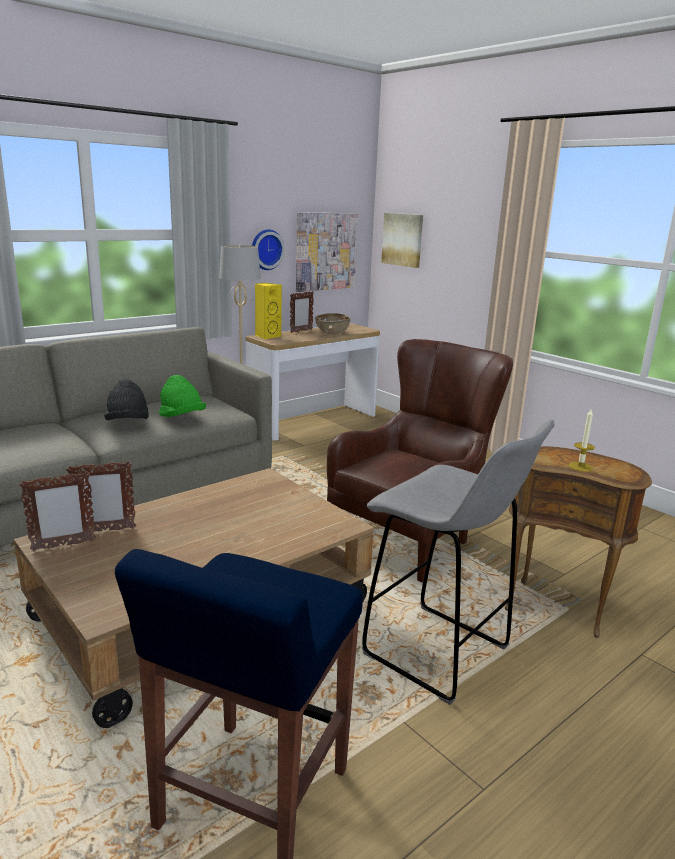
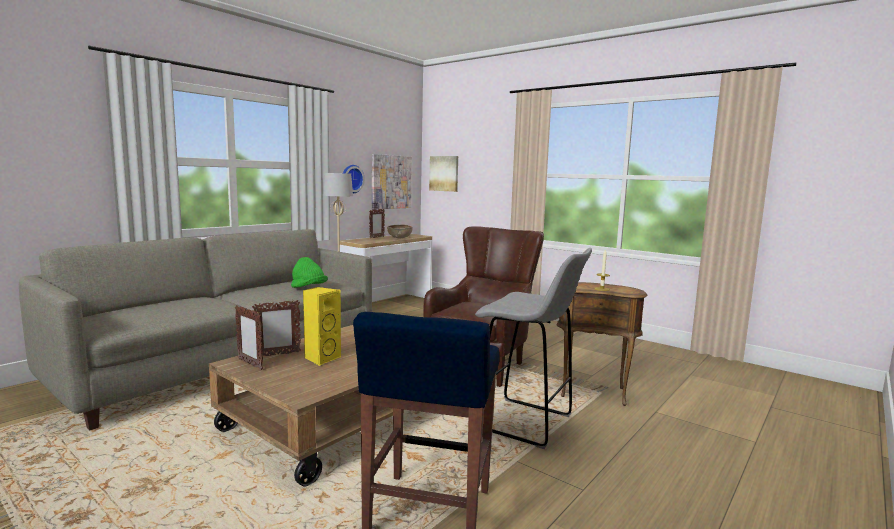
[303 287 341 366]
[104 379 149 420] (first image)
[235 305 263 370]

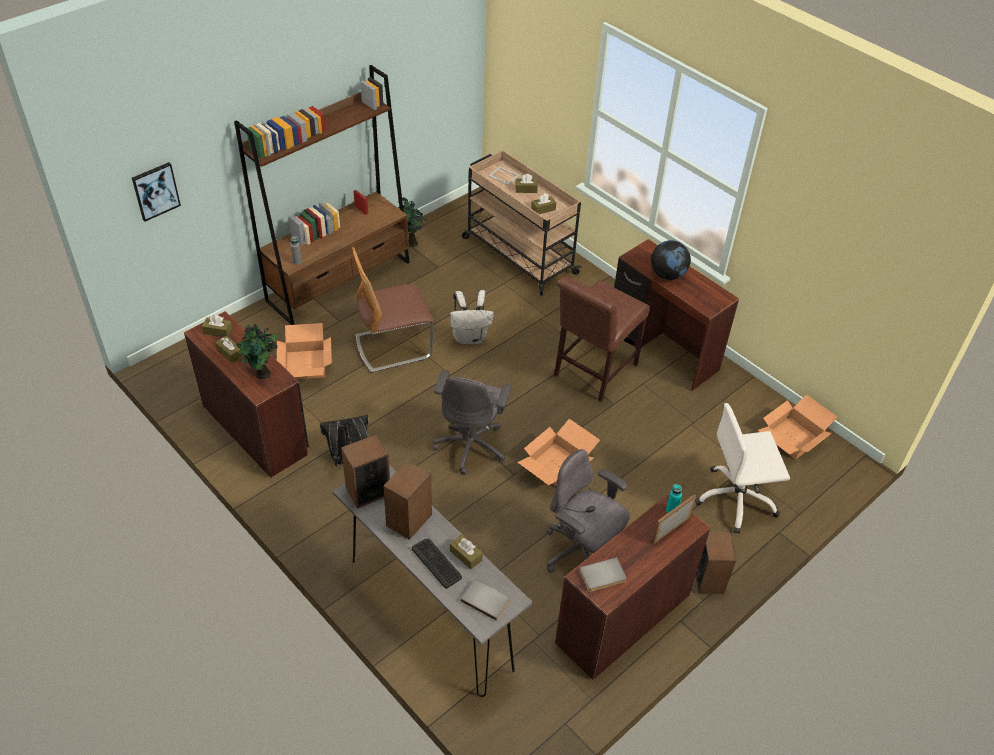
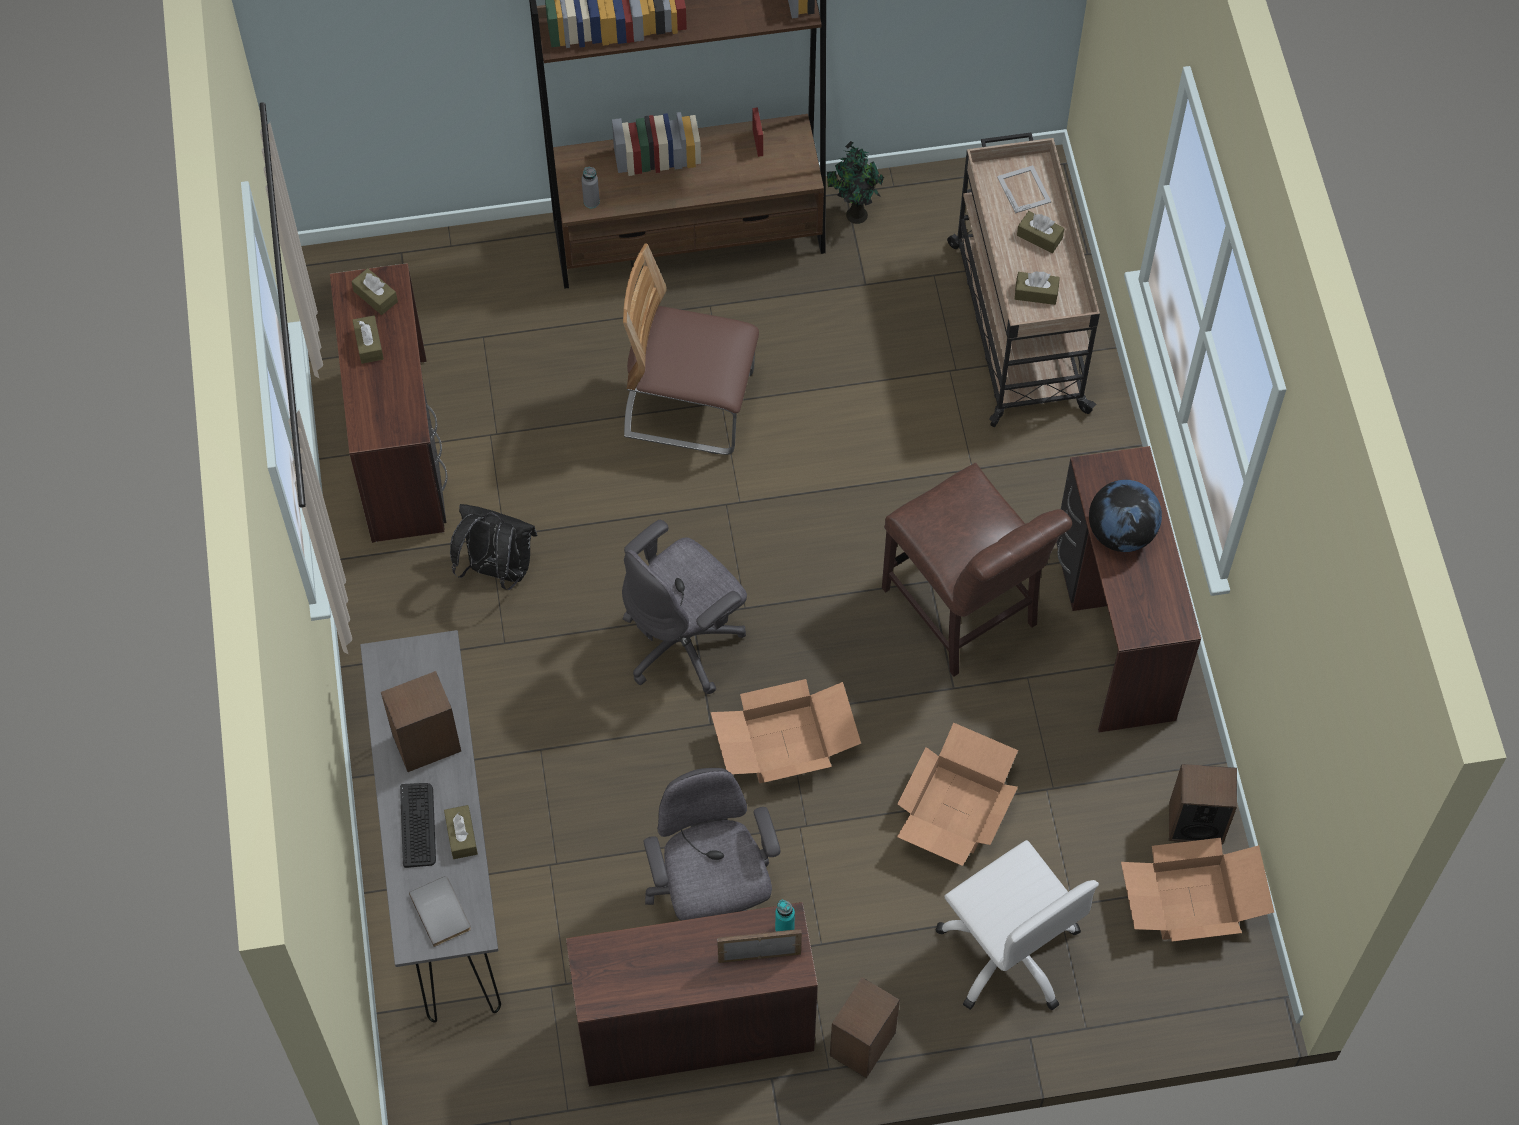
[132 162 181 221] (first image)
[882 463 1072 677]
[450 290 494 344] (first image)
[897 722 1018 866]
[236 324 278 379] (first image)
[936 840 1099 1010]
[1169 764 1237 845]
[579 557 627 592] (first image)

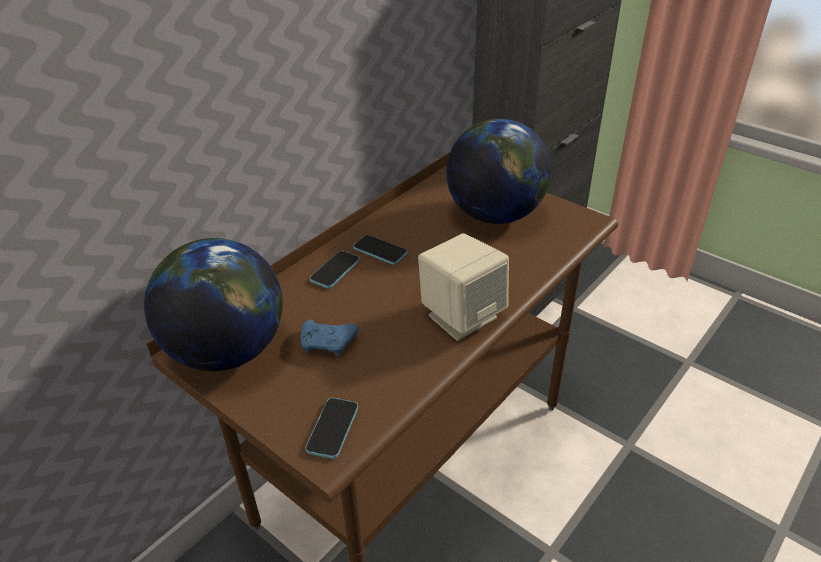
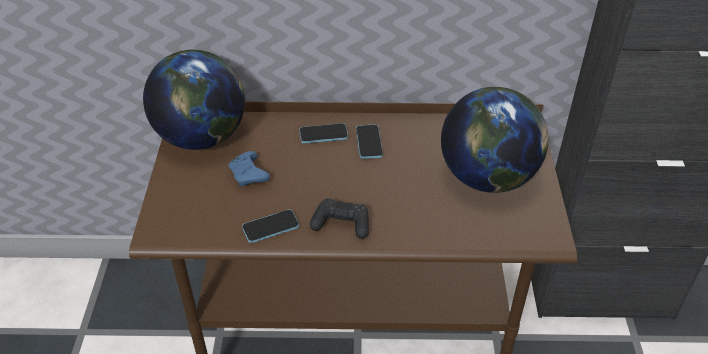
[310 198 369 239]
[242 209 299 243]

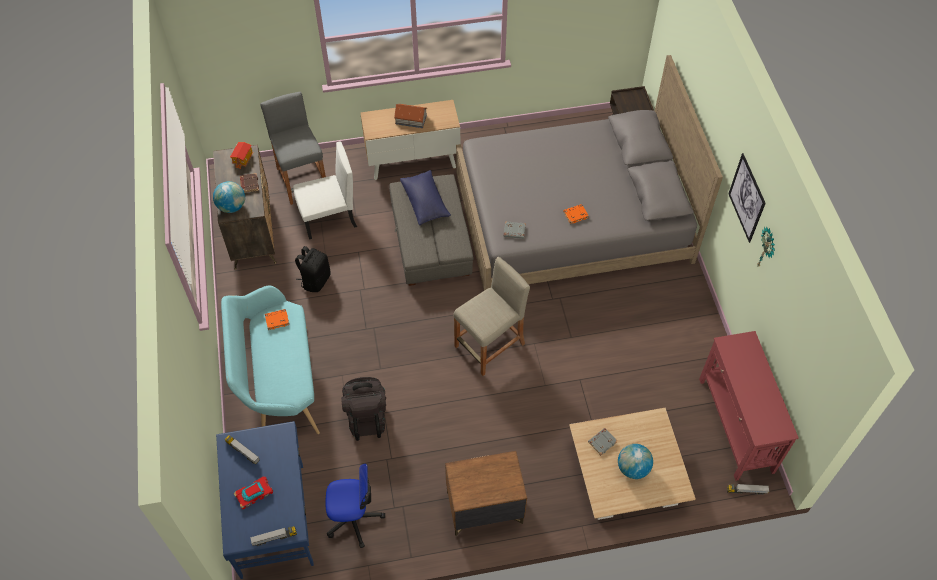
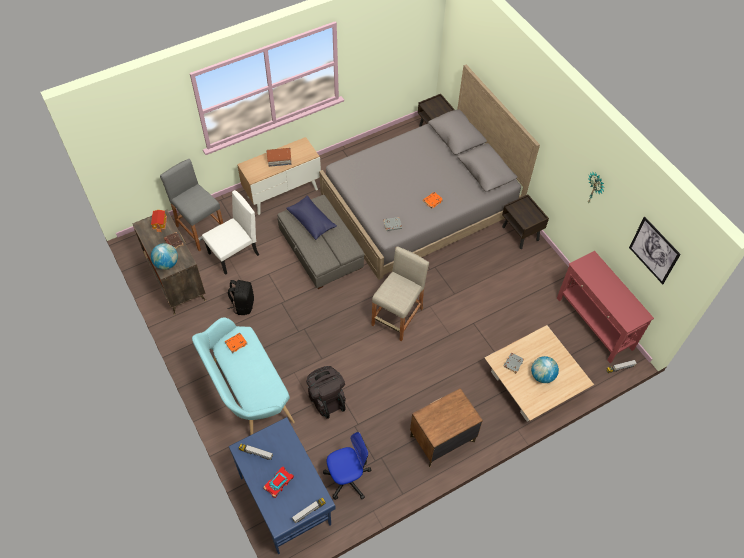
[629 217 681 285]
[502 195 549 249]

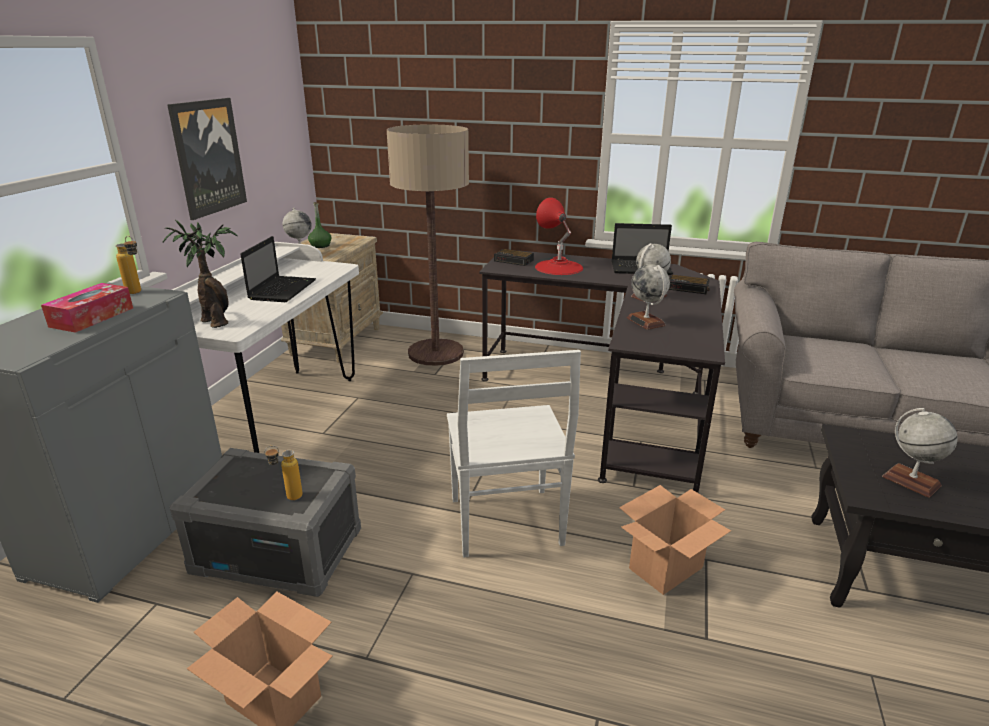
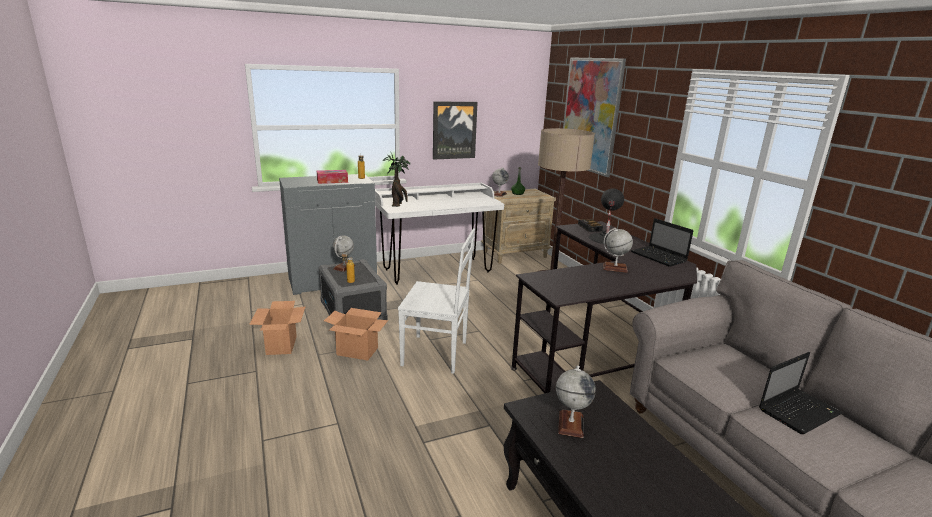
[589 188 624 244]
[759 352 843 434]
[333 236 355 272]
[669 275 710 294] (first image)
[398 228 475 374]
[324 308 388 361]
[563 57 626 177]

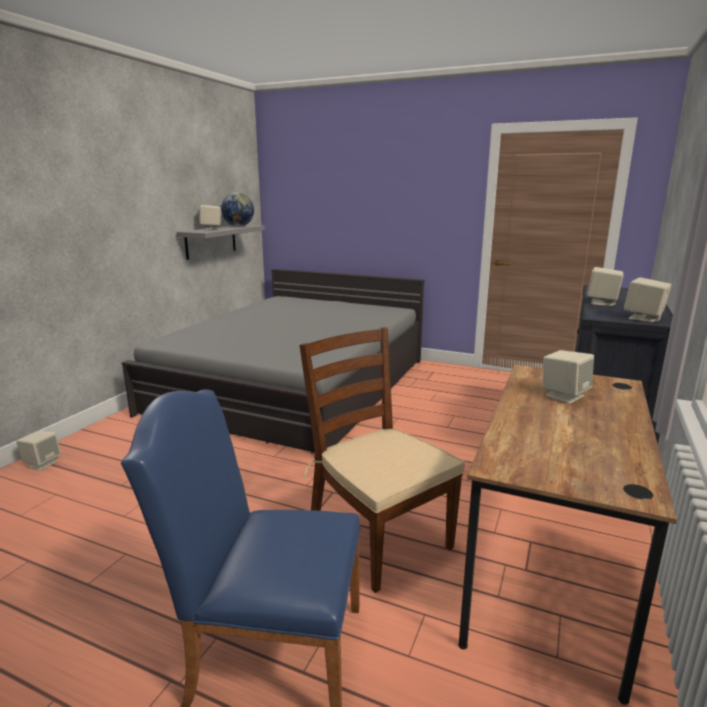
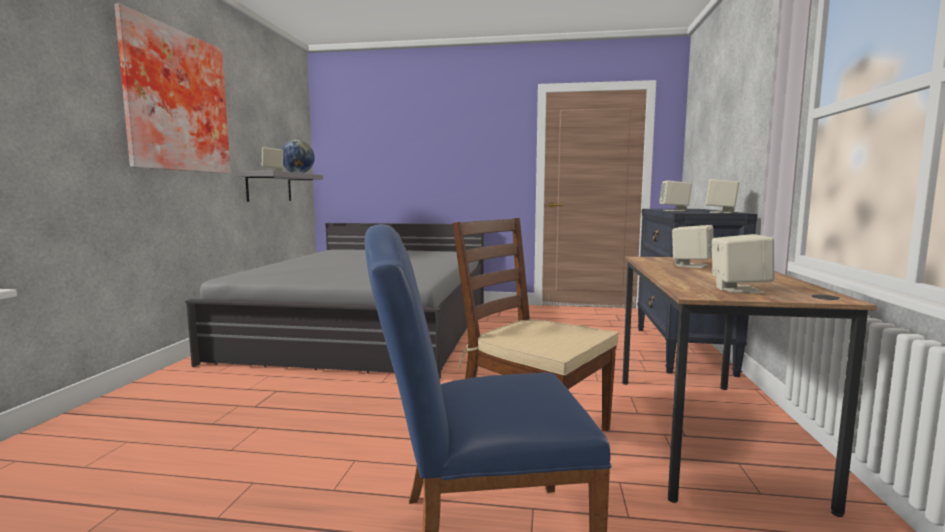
[712 234 774 293]
[115 4 231 173]

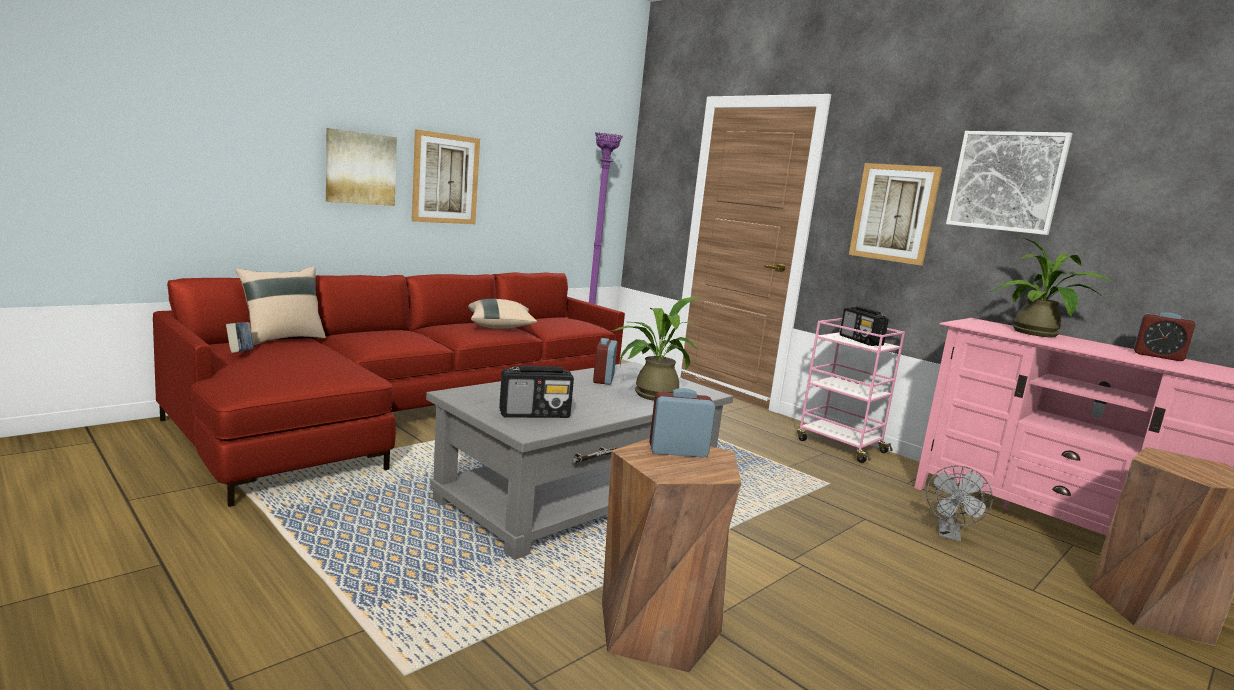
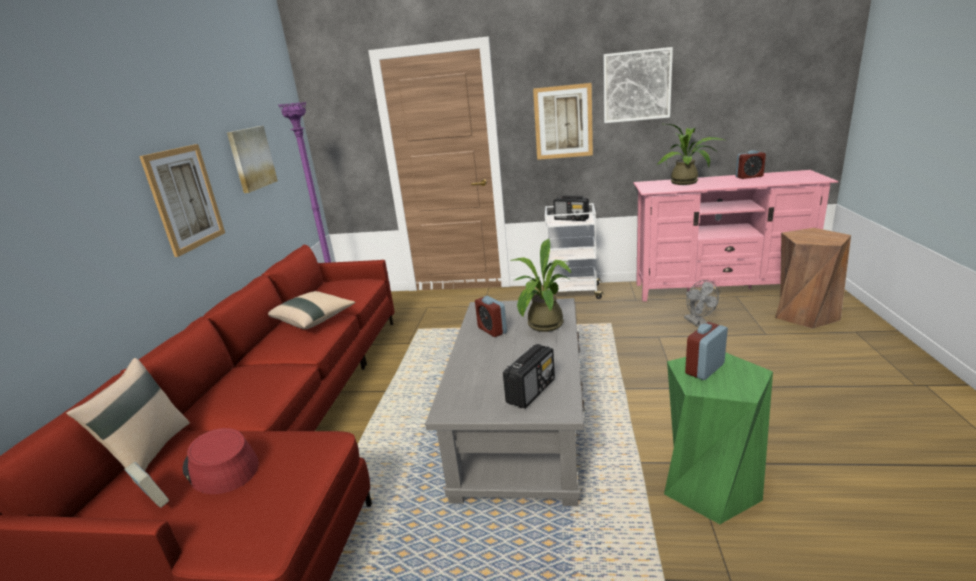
[227 126 278 193]
[545 203 605 299]
[664 352 773 524]
[183 428 259 494]

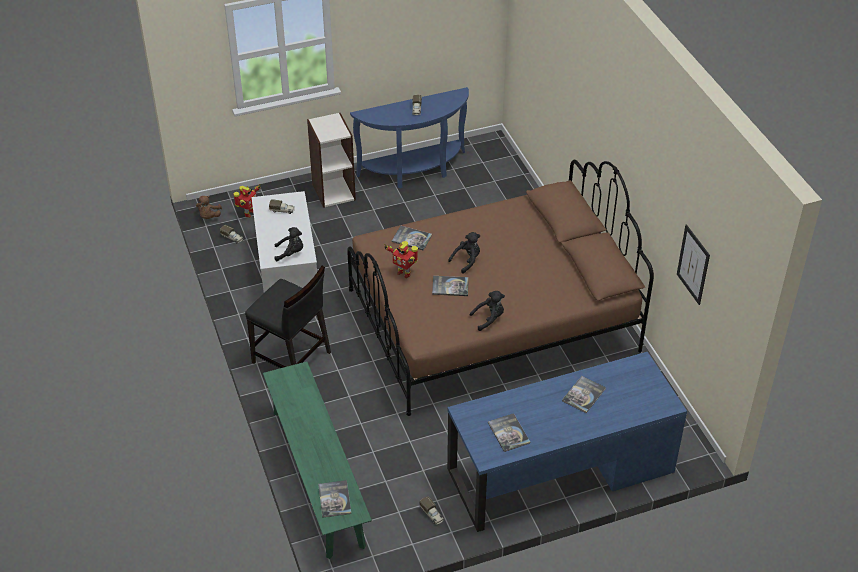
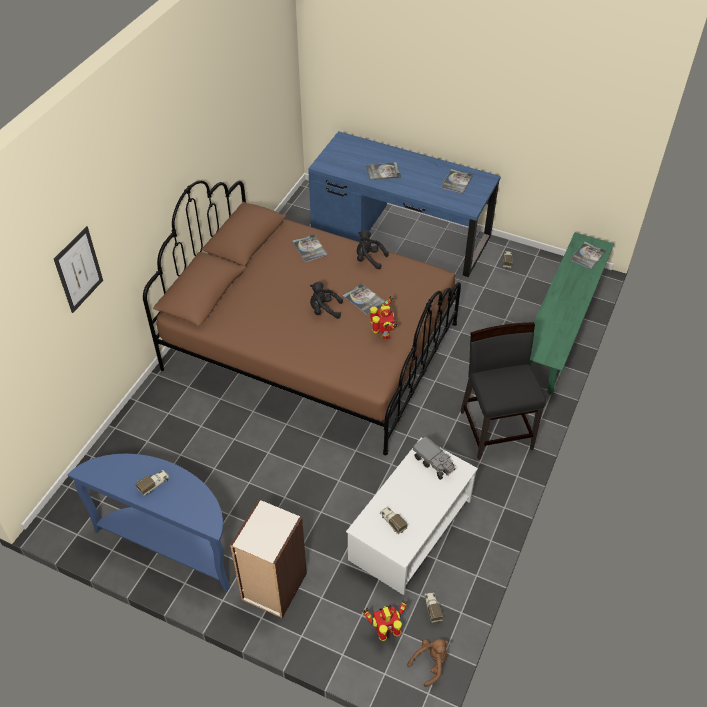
[54 226 103 313]
[292 234 328 262]
[413 436 455 480]

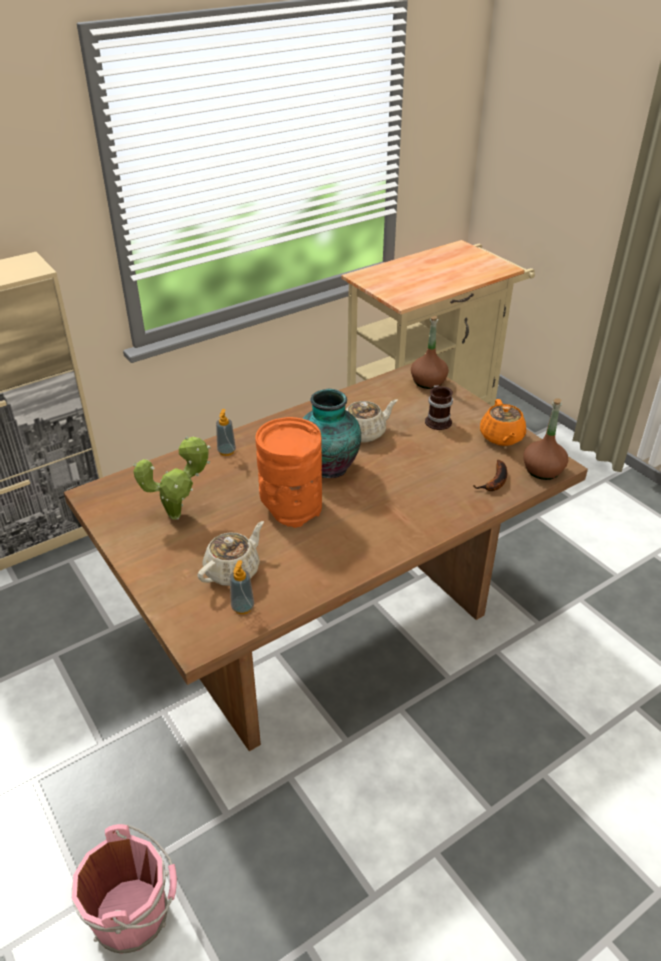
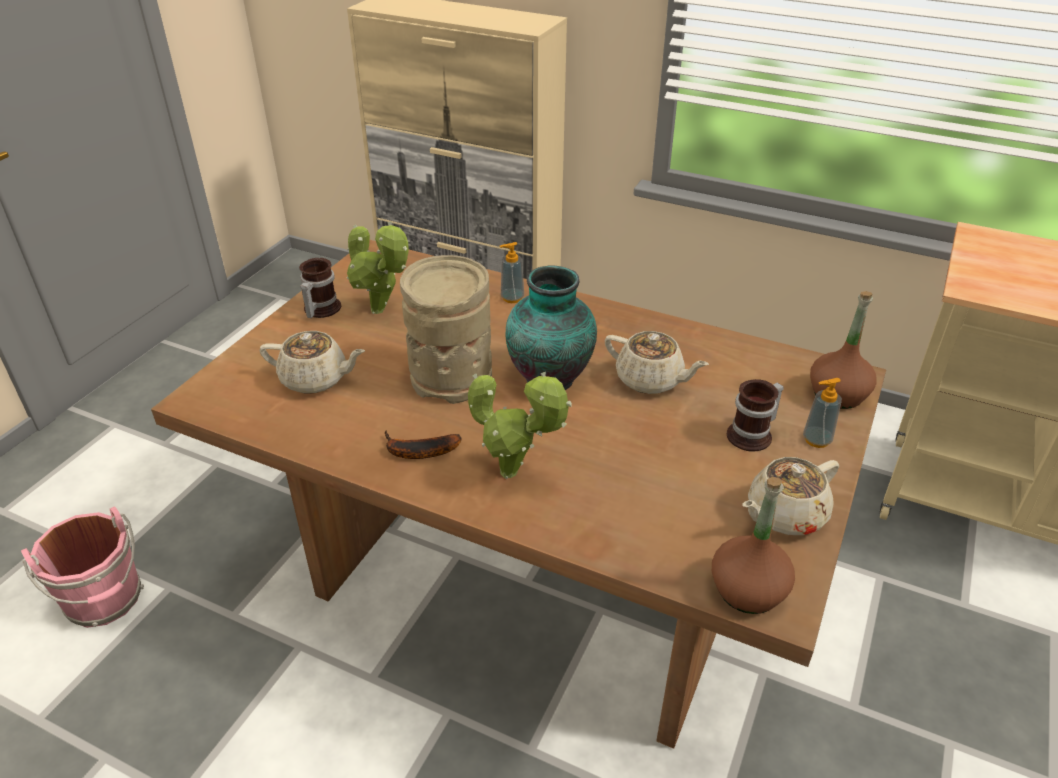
[742 457 839 535]
[400 255 492 404]
[385 430 462 459]
[803 378 842 448]
[299 258 341 318]
[468 372 572 479]

